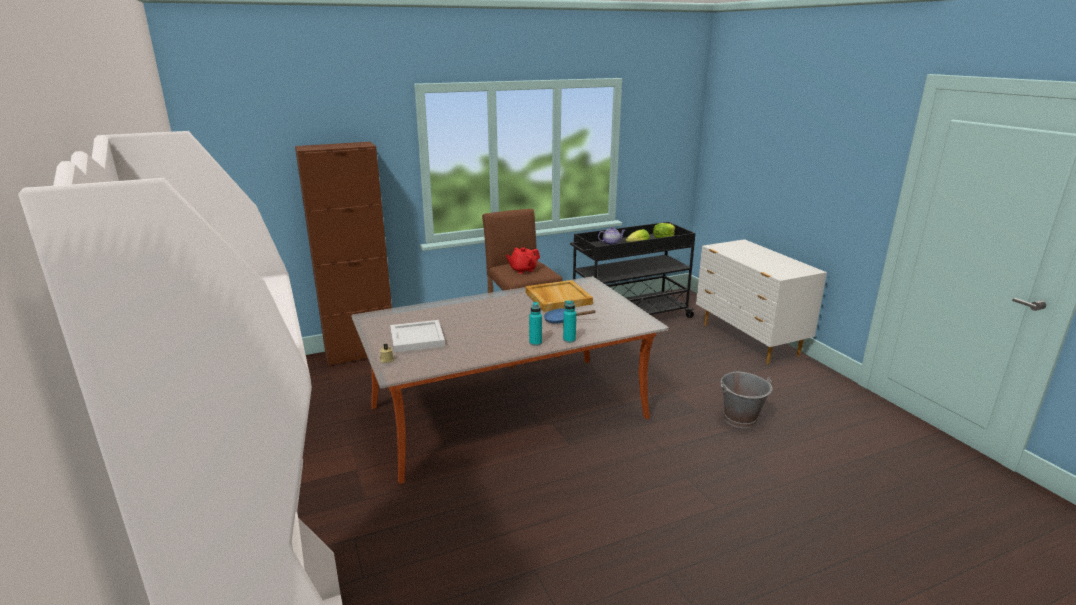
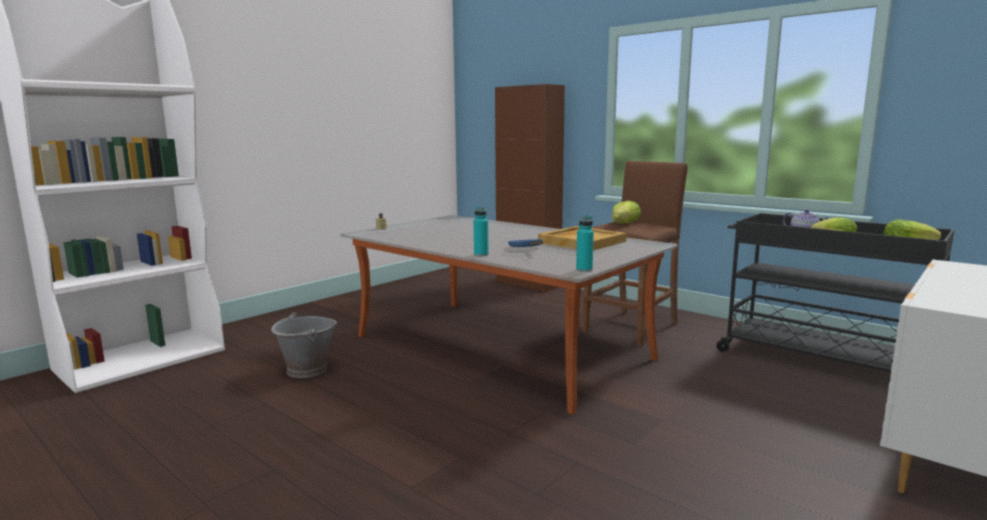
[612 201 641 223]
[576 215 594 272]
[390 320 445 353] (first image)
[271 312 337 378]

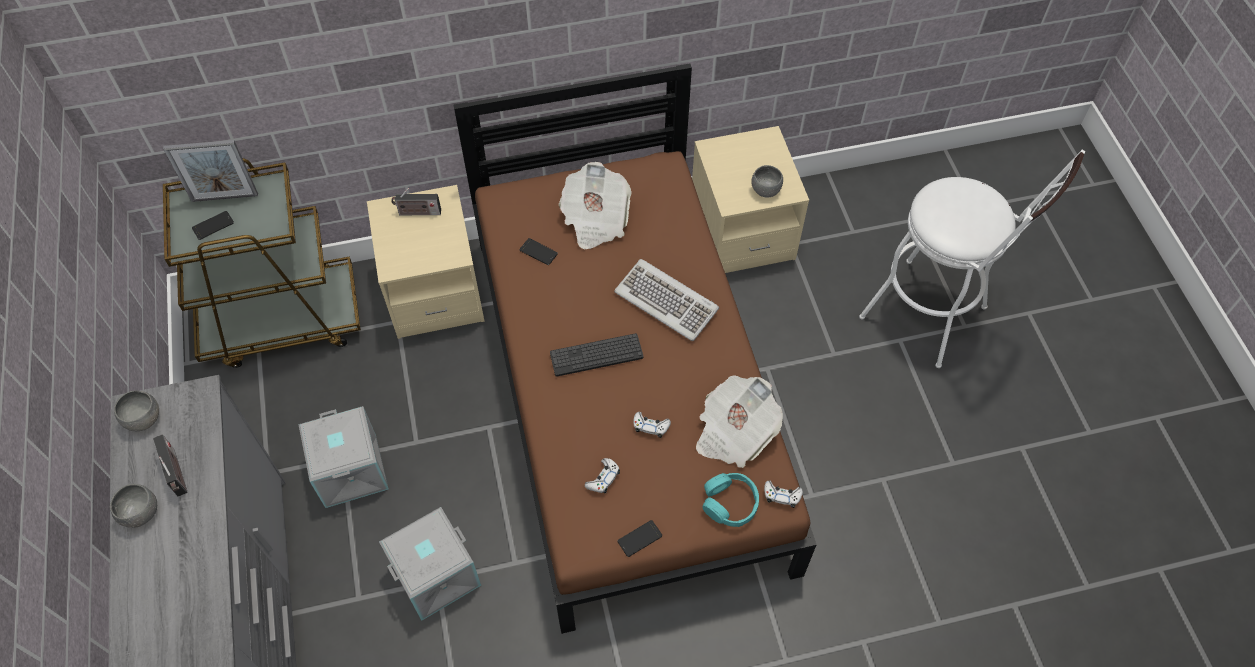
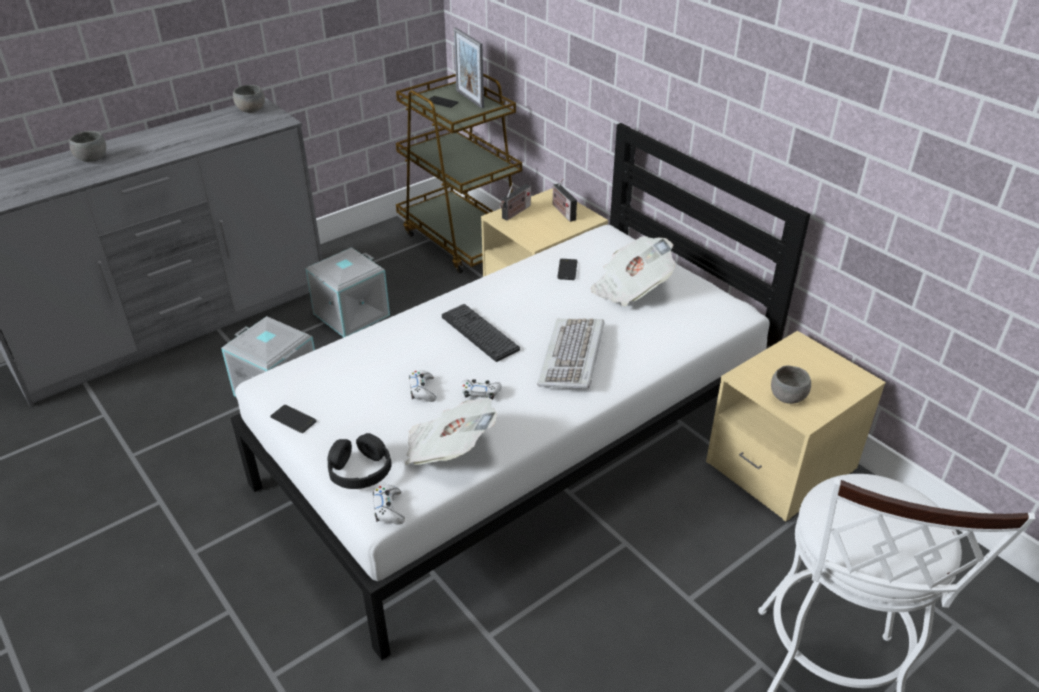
[231 123 810 660]
[501 183 531 221]
[461 379 502 400]
[328 433 391 489]
[69 131 106 162]

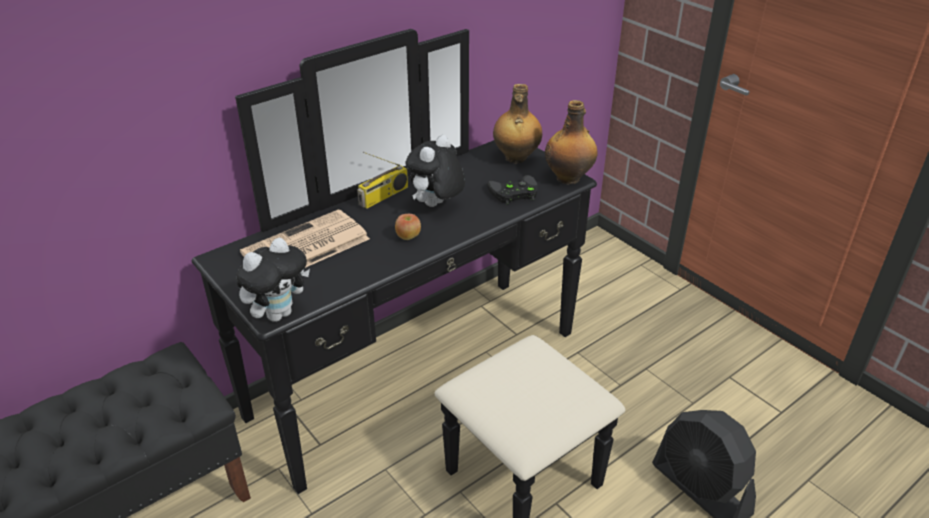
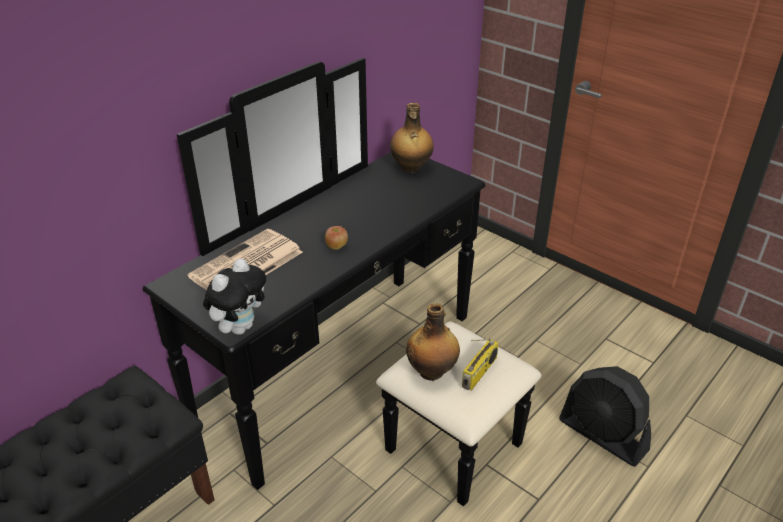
[406 303 460 381]
[405 135 465 207] (first image)
[462 338 499 391]
[487 175 538 205] (first image)

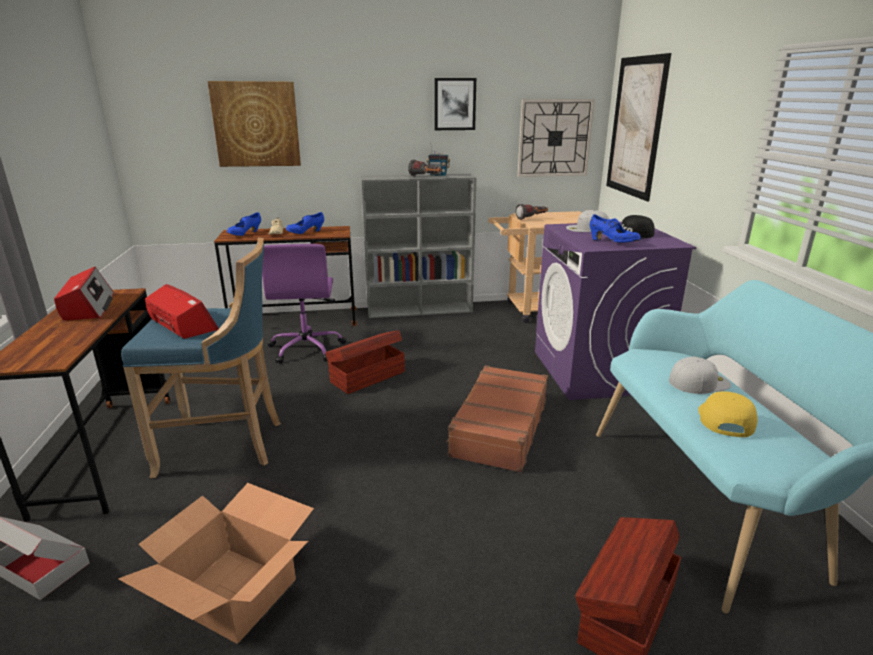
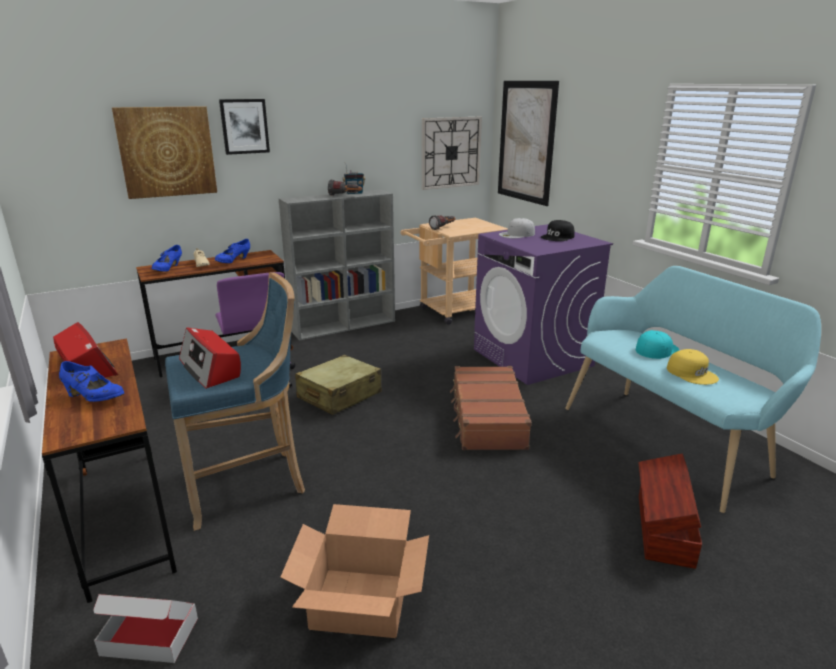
[219 99 270 155]
[59 361 124 402]
[179 328 241 389]
[295 355 382 415]
[636 330 679 359]
[667 349 719 385]

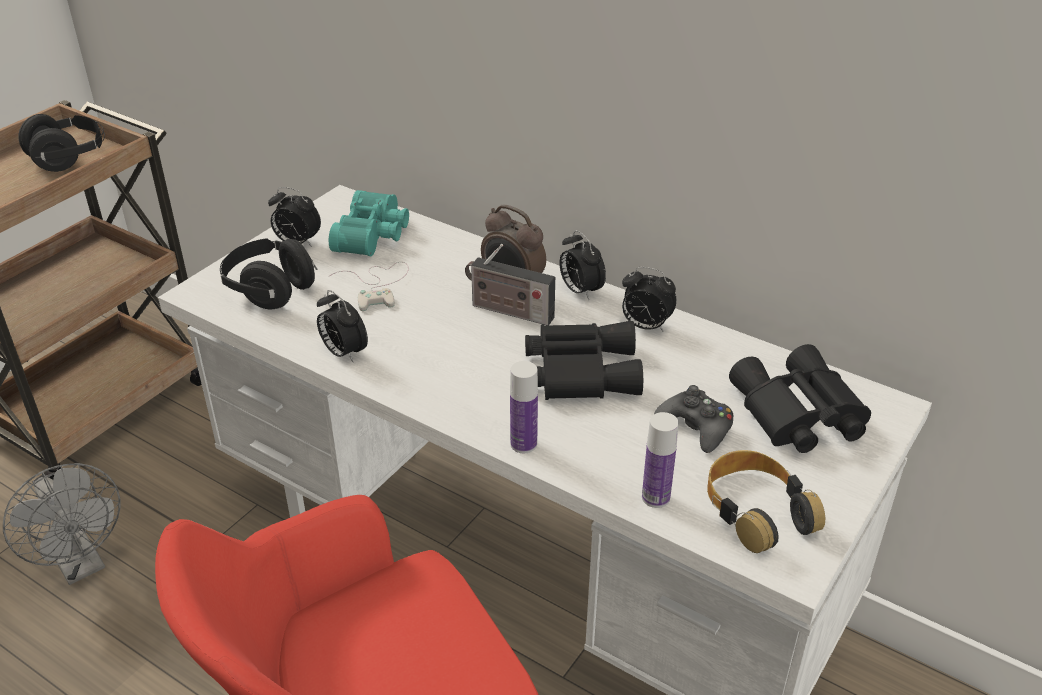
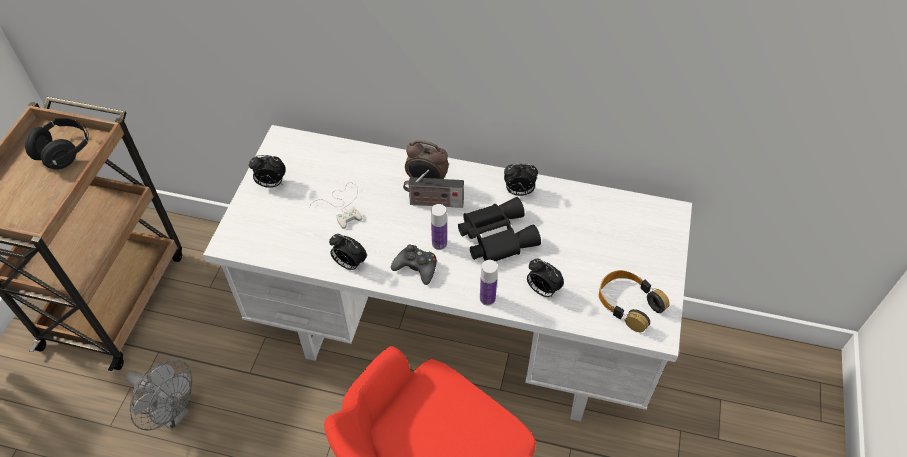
[329 190 409 256] (first image)
[527 259 564 297]
[220 238 317 310] (first image)
[729 344 871 453] (first image)
[391 245 437 285]
[431 204 447 250]

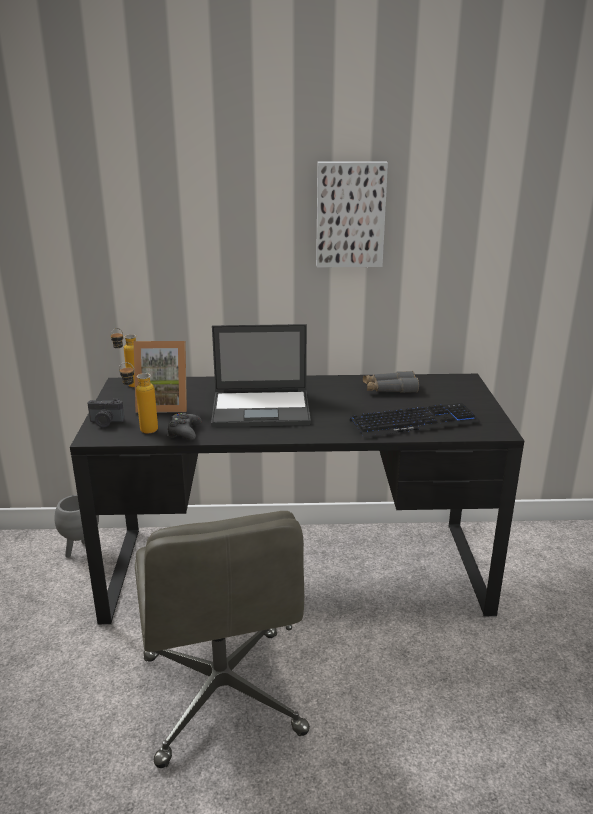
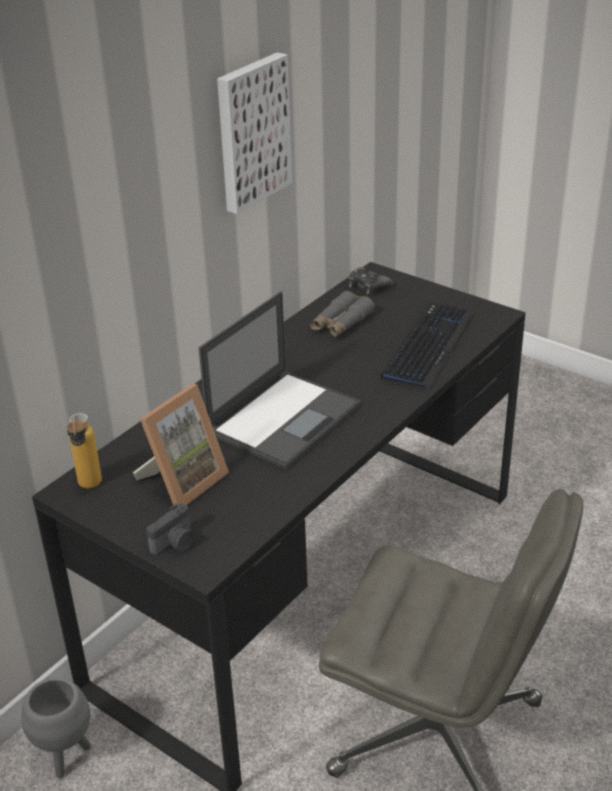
[119 362 158 434] (first image)
[348 267 393 295]

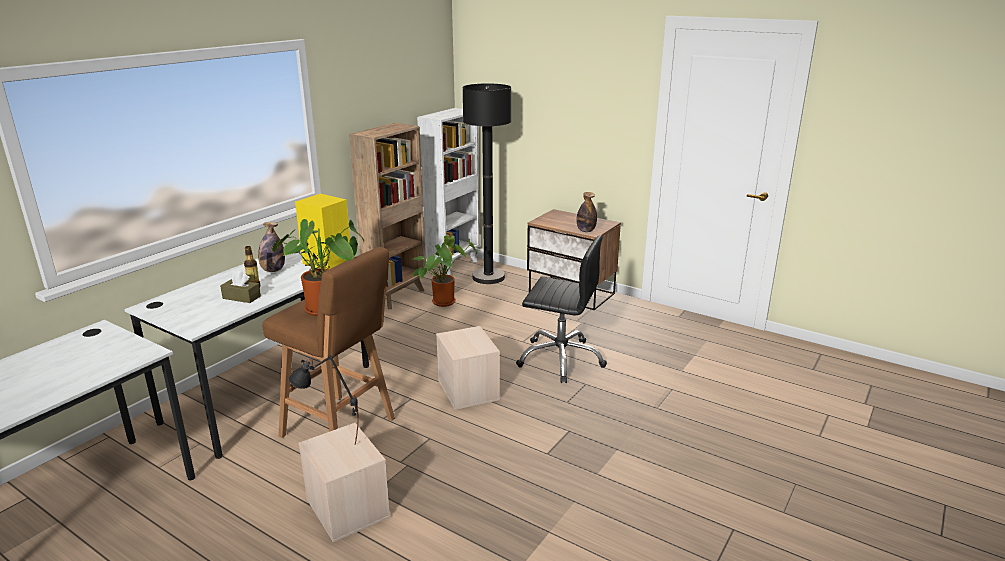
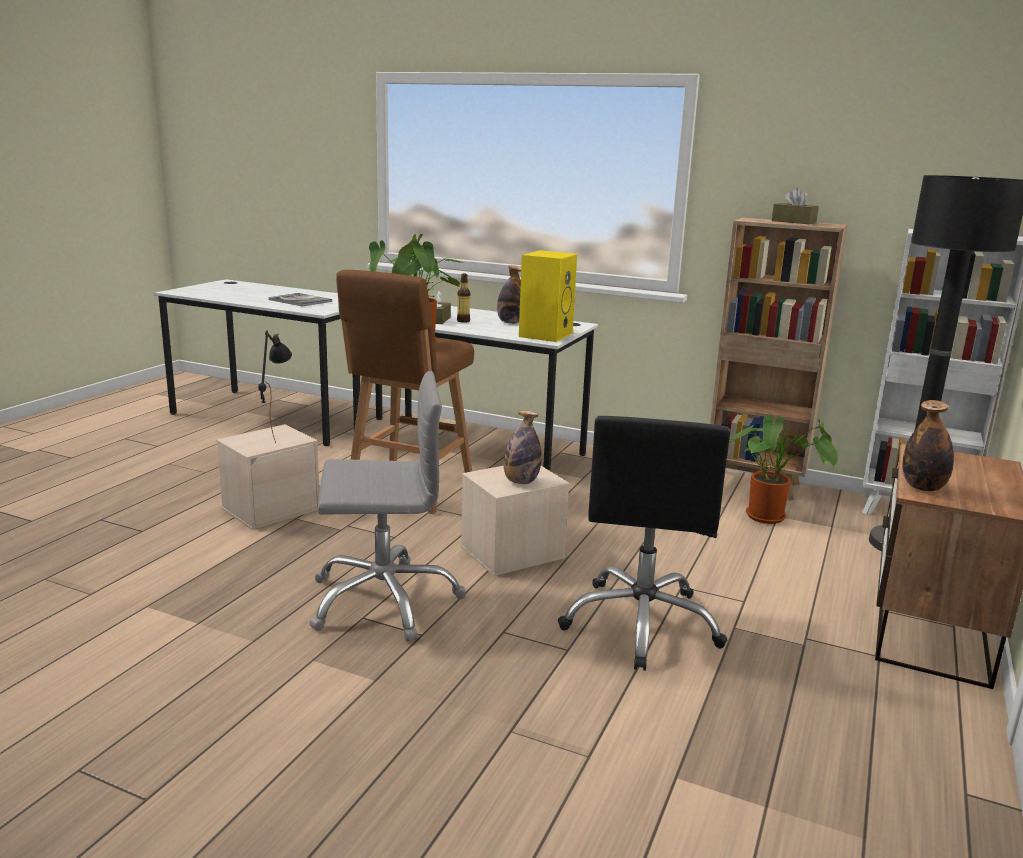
[772 188 819 224]
[269 293 332 306]
[309 371 466 642]
[504 410 542 484]

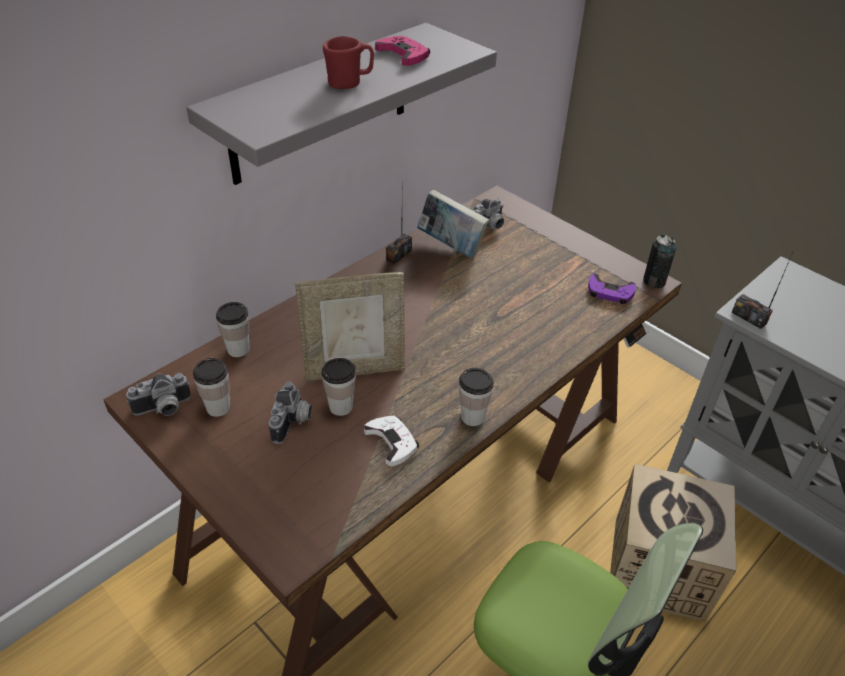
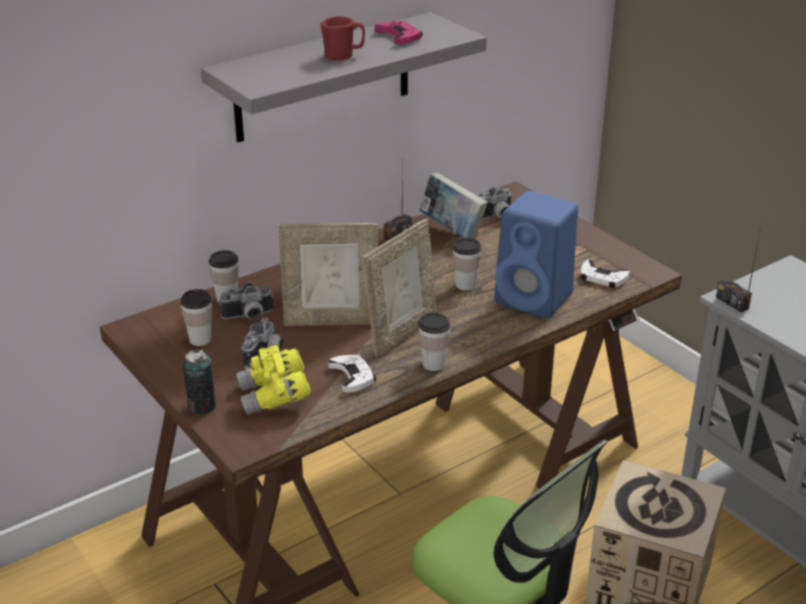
[183 349 216 415]
[581 260 629 288]
[452 238 482 291]
[219 283 274 320]
[494 191 578 318]
[362 219 437 358]
[236 345 311 415]

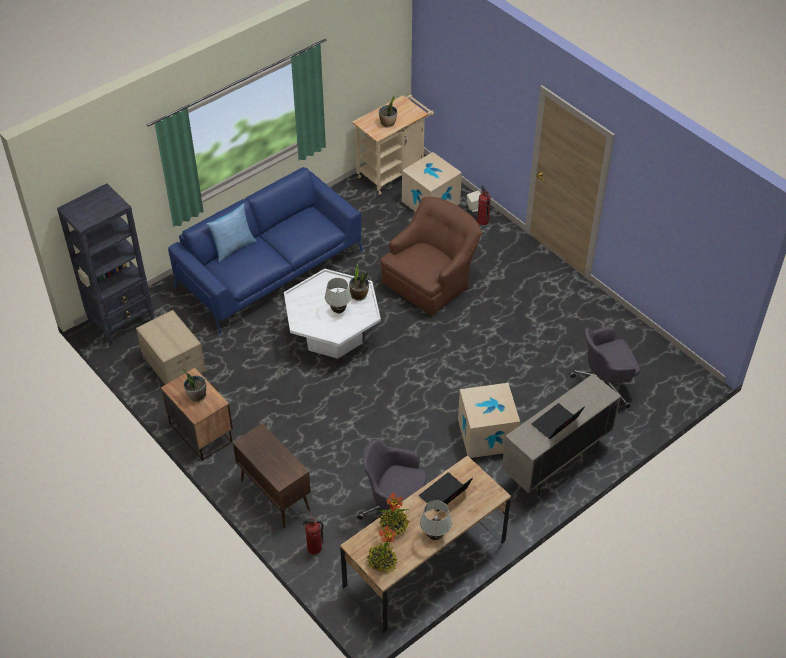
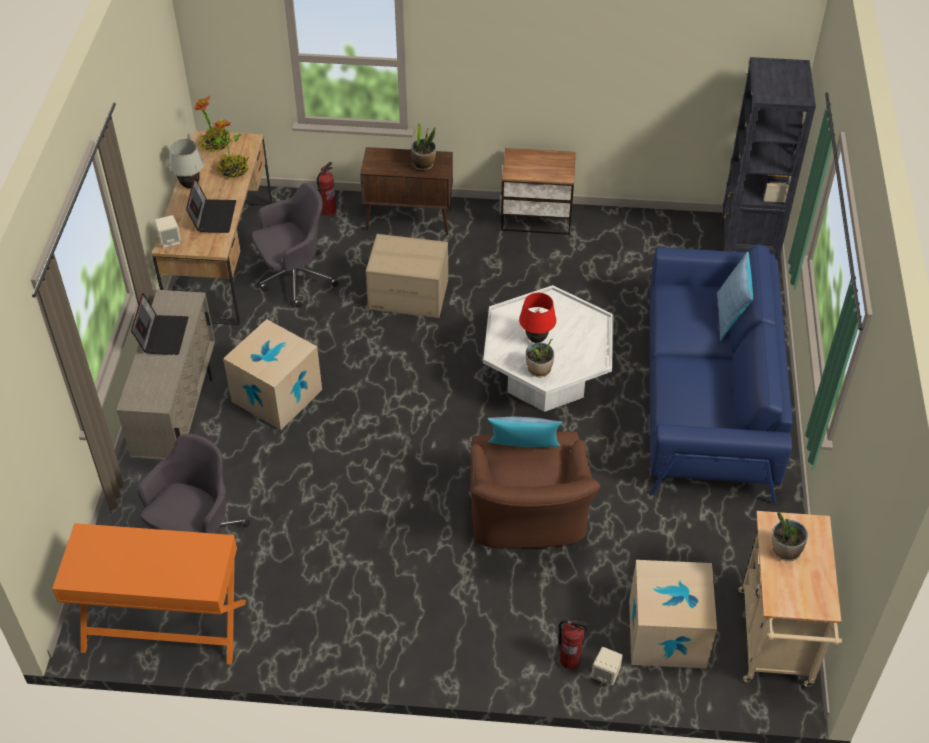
[519 293 556 343]
[366 234 448 318]
[411 121 436 171]
[155 215 181 248]
[488 417 562 447]
[52 523 246 665]

